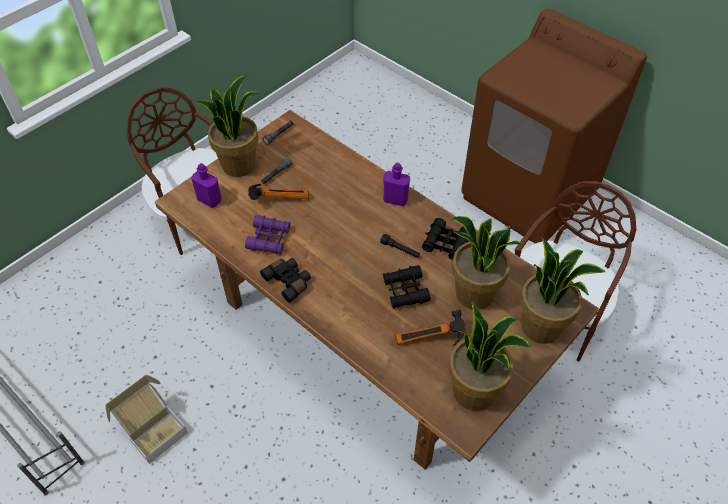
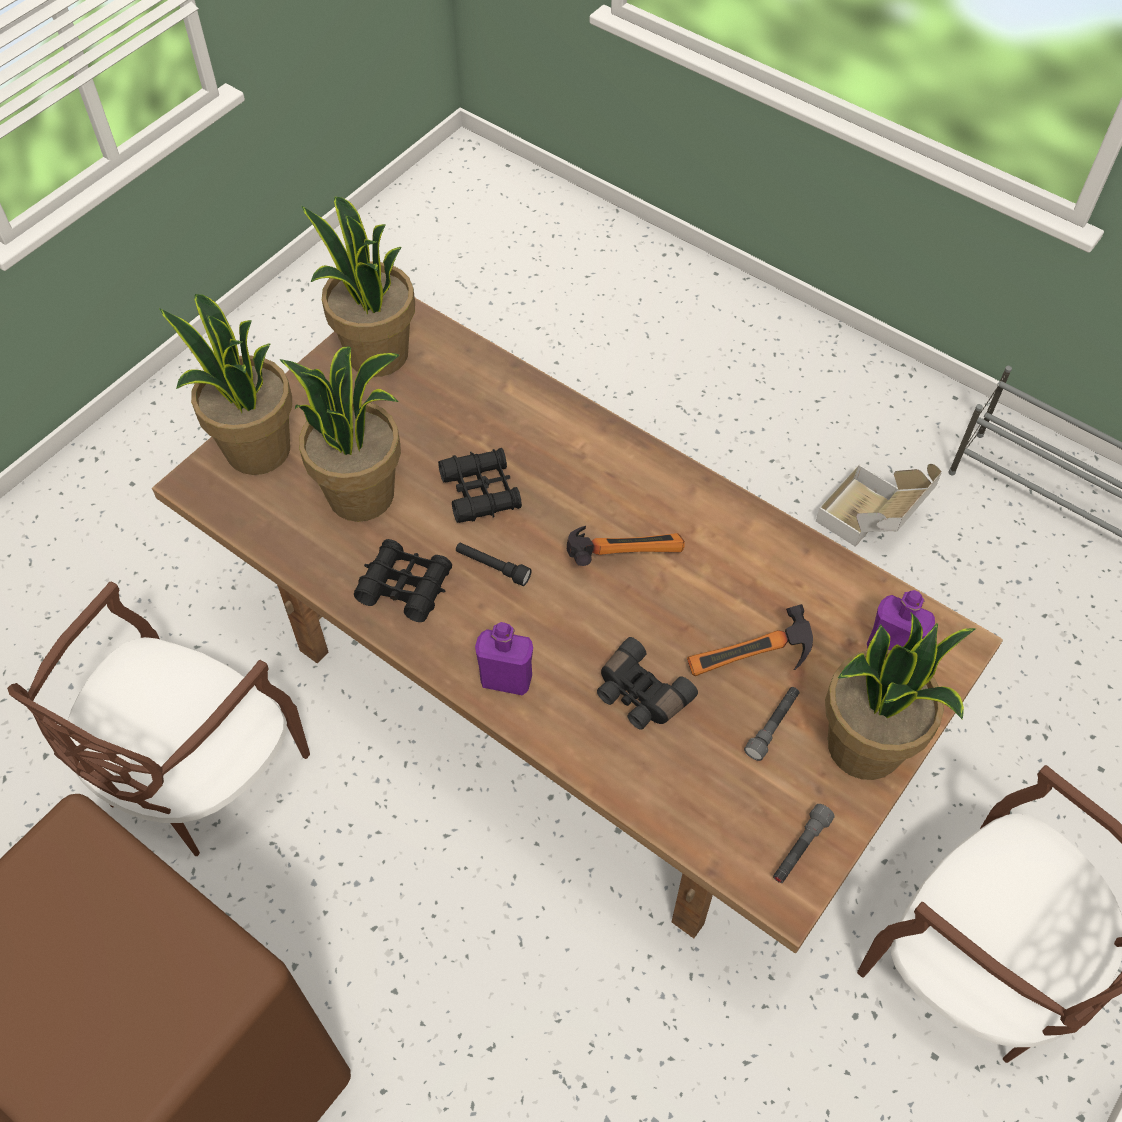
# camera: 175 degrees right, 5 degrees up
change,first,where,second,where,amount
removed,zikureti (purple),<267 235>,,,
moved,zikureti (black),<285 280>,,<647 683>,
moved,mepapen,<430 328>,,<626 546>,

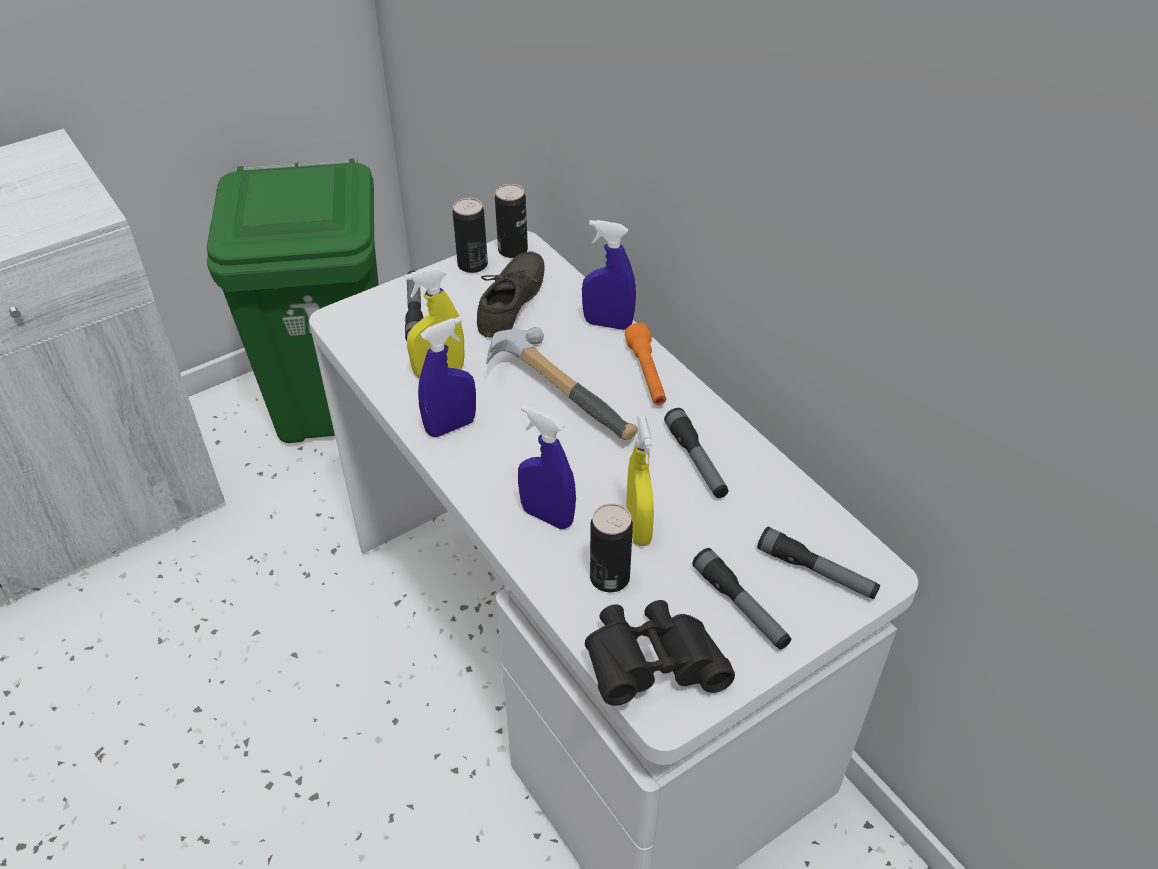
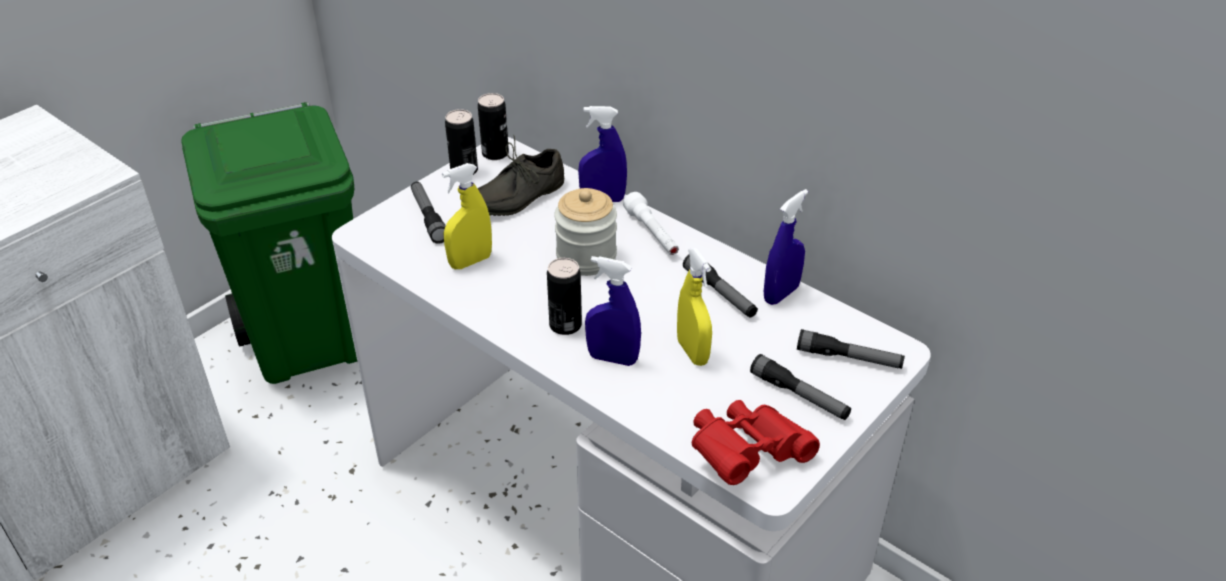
# camera: 15 degrees left, 5 degrees down
change,first,where,second,where,amount
moved,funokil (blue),<447 377>,,<786 247>,
moved,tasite,<611 547>,,<564 296>,
replaced,mepapen,<562 383>,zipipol,<585 232>,
recoloured,zikureti (black),<660 653>,zikureti (red),<756 442>,
recoloured,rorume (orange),<645 364>,rorume (white),<651 223>,
turned,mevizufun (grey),<511 295>,,<521 176>,135 degrees counterclockwise

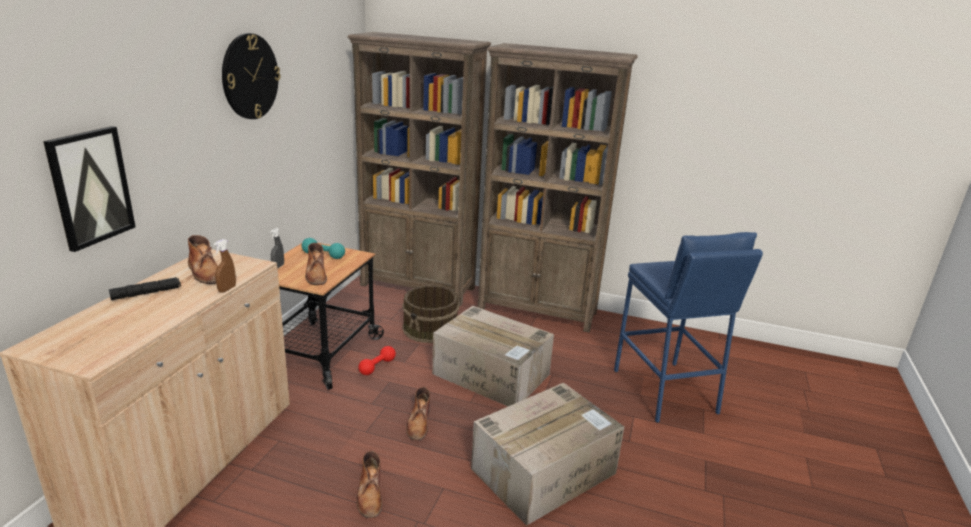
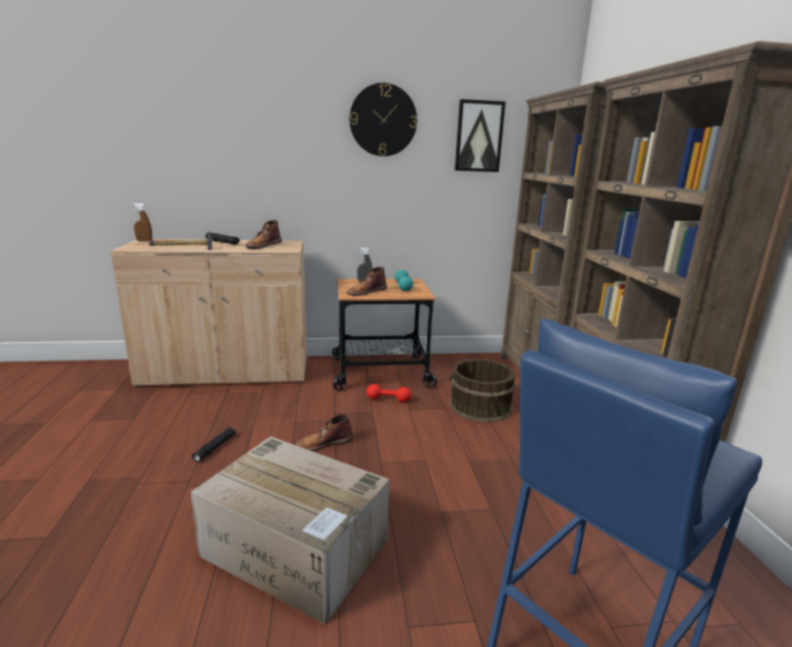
# camera: 65 degrees right, 5 degrees down
change,first,where,second,where,amount
removed,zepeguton,<493 356>,,,
added,,,mepapen,<180 240>,
moved,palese,<89 189>,,<480 135>,
moved,funokil (brown),<224 266>,,<142 222>,
replaced,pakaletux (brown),<369 484>,rorume (black),<214 444>,

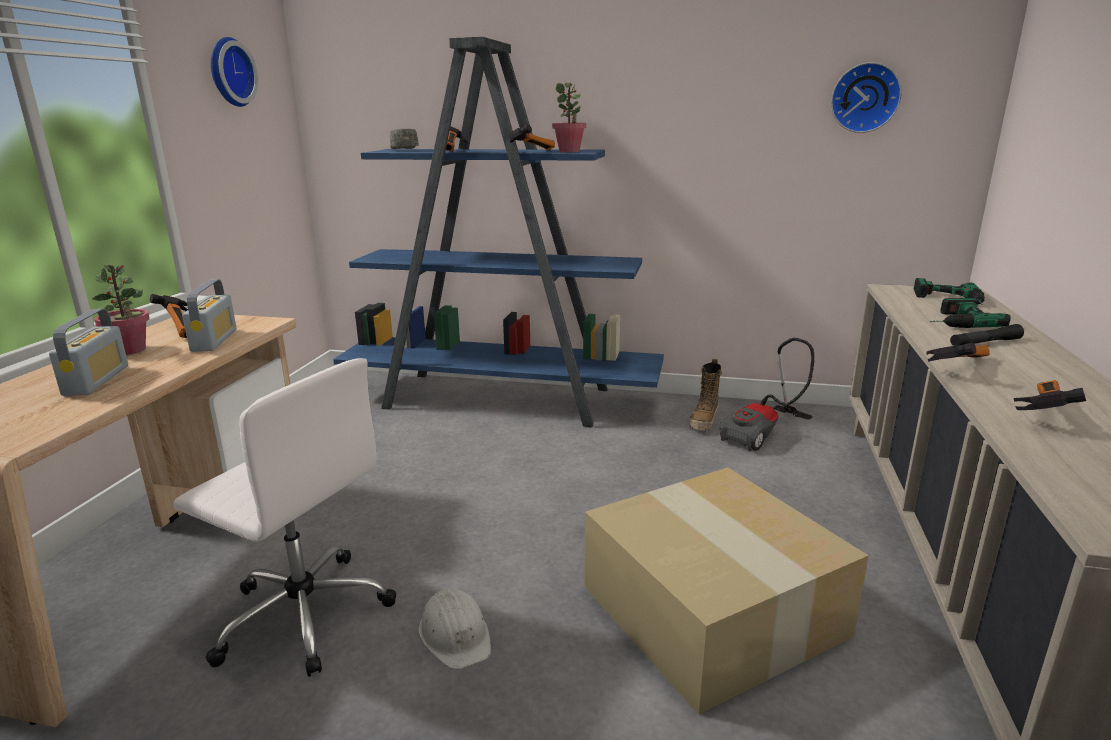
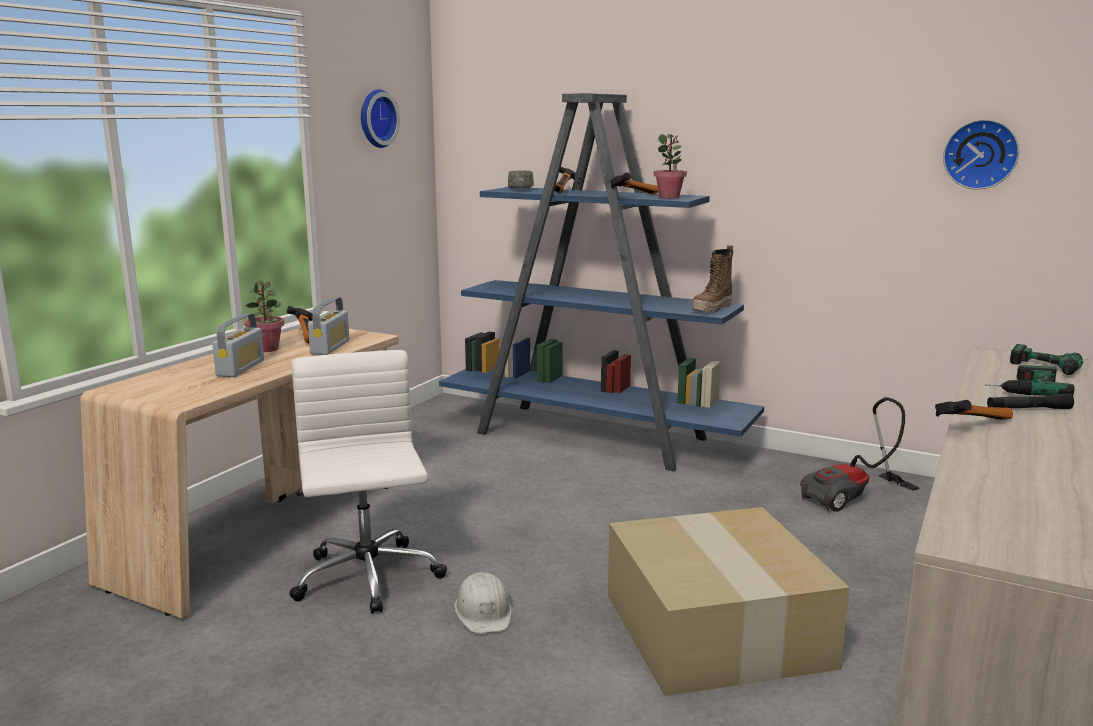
# camera: 15 degrees right, 5 degrees down
change,first,where,second,where,amount
removed,mepapen,<1050 395>,,,
moved,pakaletux,<705 395>,,<713 279>,
turned,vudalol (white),<285 517>,,<368 482>,150 degrees counterclockwise

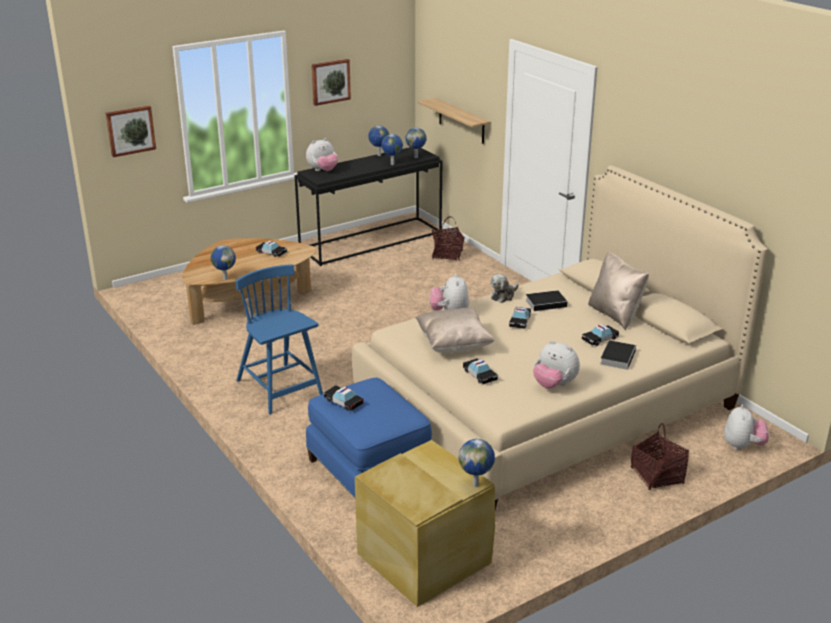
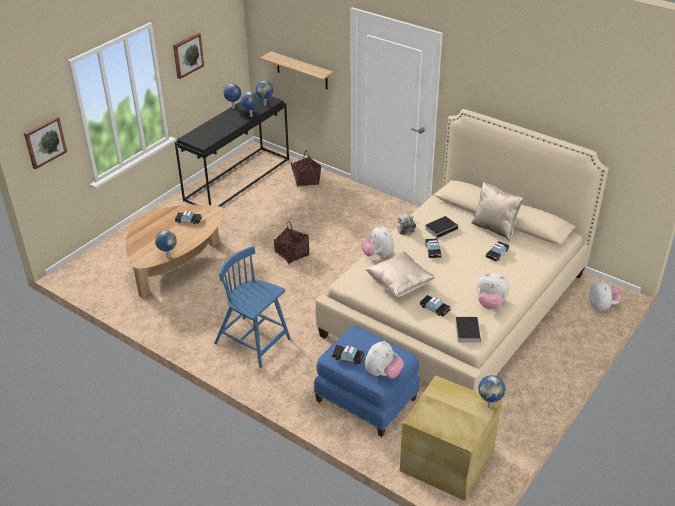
# camera: 20 degrees left, 10 degrees up
change,first,where,second,where,amount
moved,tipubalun,<322 154>,,<384 359>,
moved,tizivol,<618 355>,,<468 330>,
moved,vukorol,<660 456>,,<291 242>,

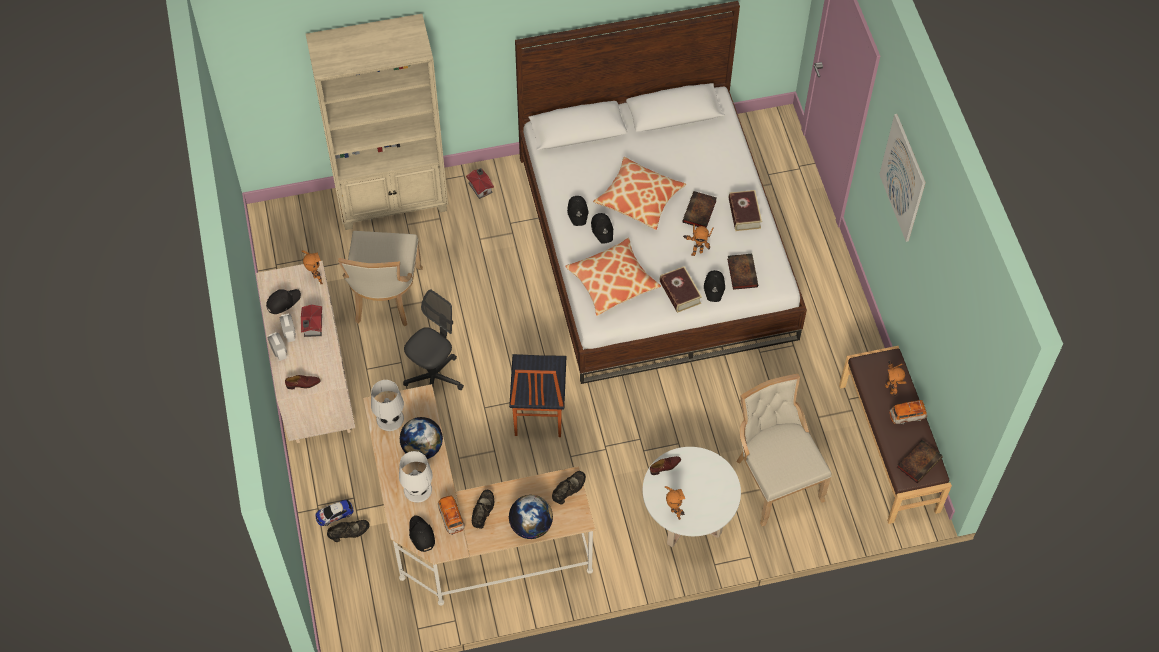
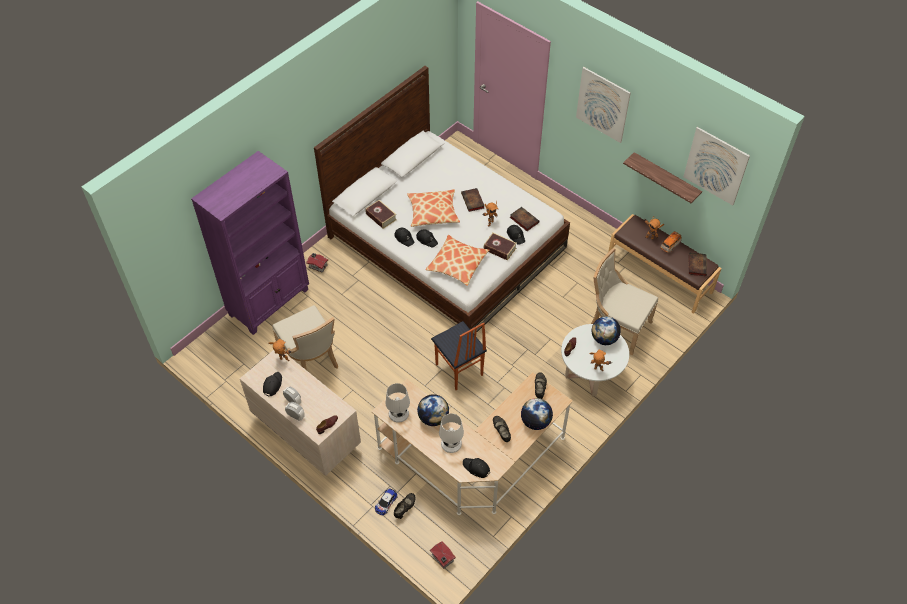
# camera: 35 degrees left, 5 degrees down
change,first,where,second,where,amount
removed,vudalol (grey),<433 339>,,,
removed,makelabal,<451 515>,,,
added,,,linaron,<606 330>,
added,,,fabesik,<662 177>,
added,,,palese,<716 166>,
moved,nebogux,<311 320>,,<443 555>,
moved,tizivol,<745 210>,,<381 214>,
recoloured,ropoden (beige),<377 122>,ropoden (purple),<250 243>,

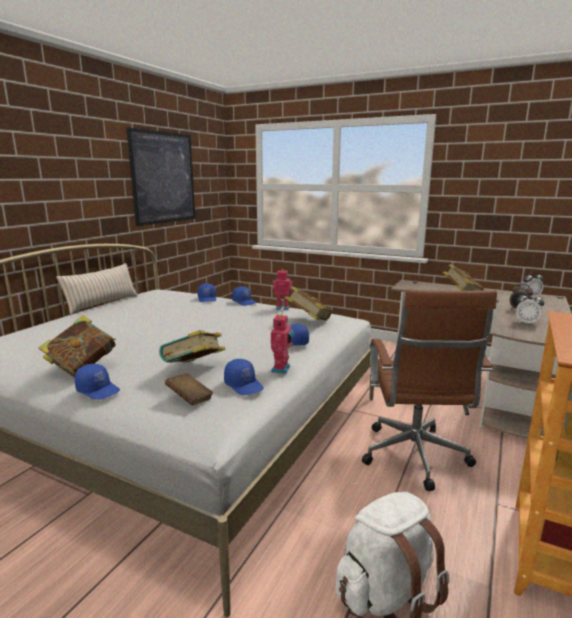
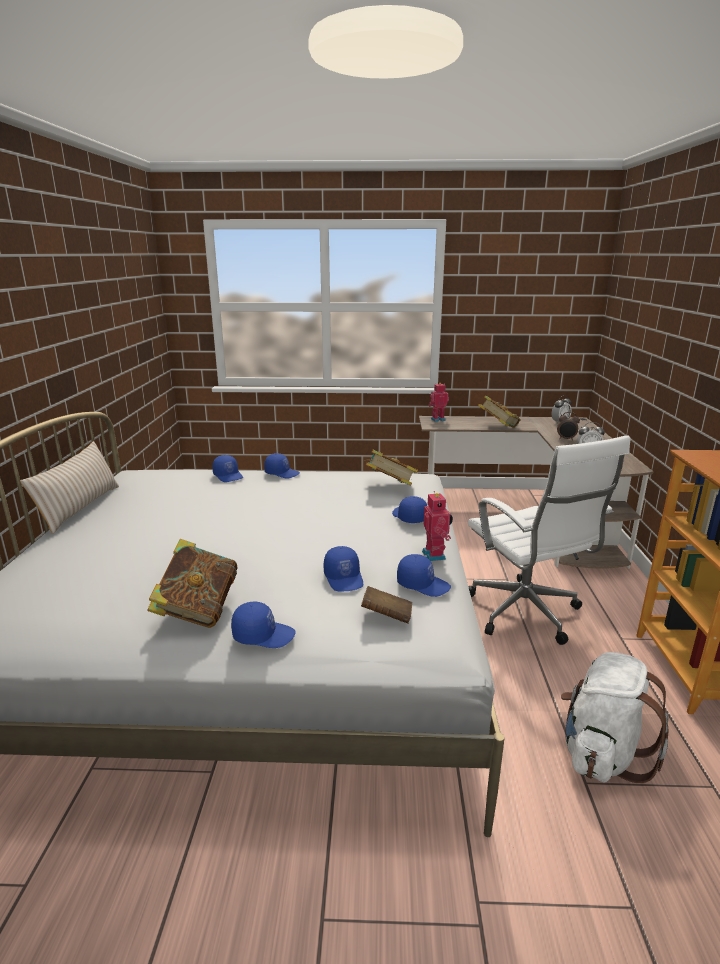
# camera: 25 degrees left, 5 degrees up
change,first,where,second,where,amount
removed,palese,<161 176>,,,
moved,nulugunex,<282 289>,,<439 402>,
replaced,tizivol,<192 346>,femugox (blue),<343 568>,
recoloured,vudalol (brown),<429 390>,vudalol (white),<549 540>,

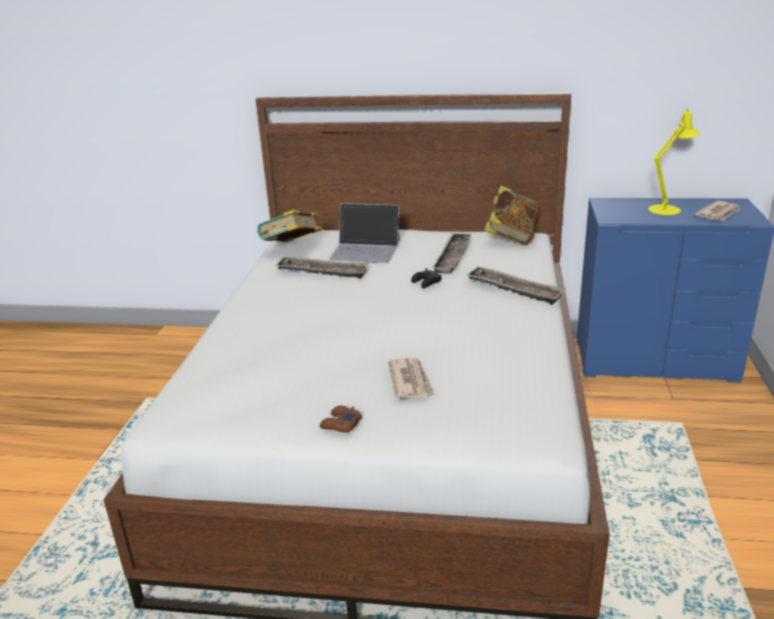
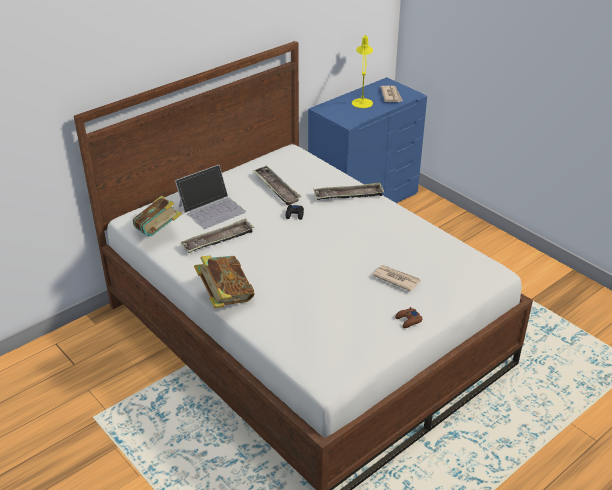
# camera: 50 degrees left, 10 degrees up
change,first,where,second,where,amount
moved,tizivol,<512 215>,,<224 281>,

